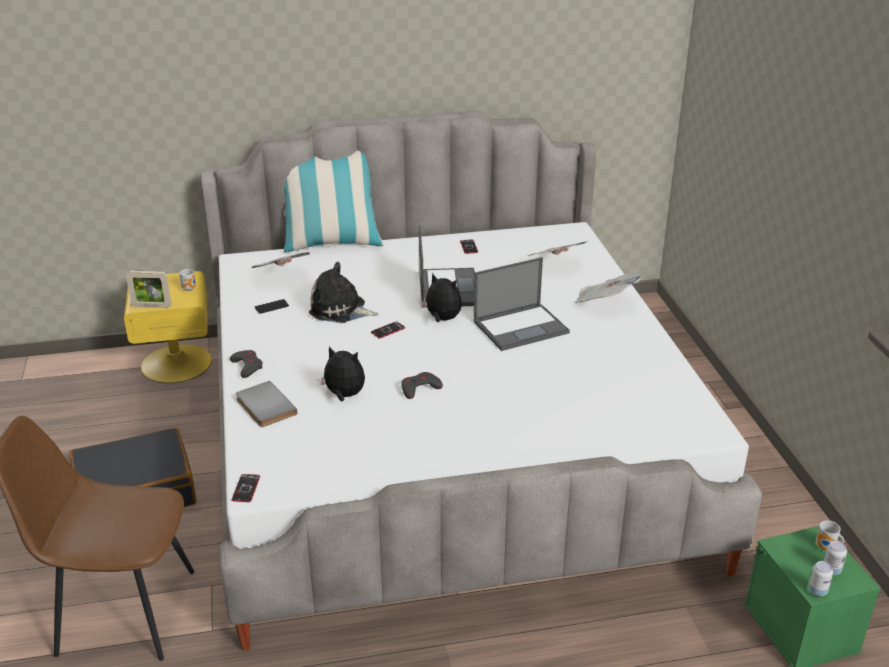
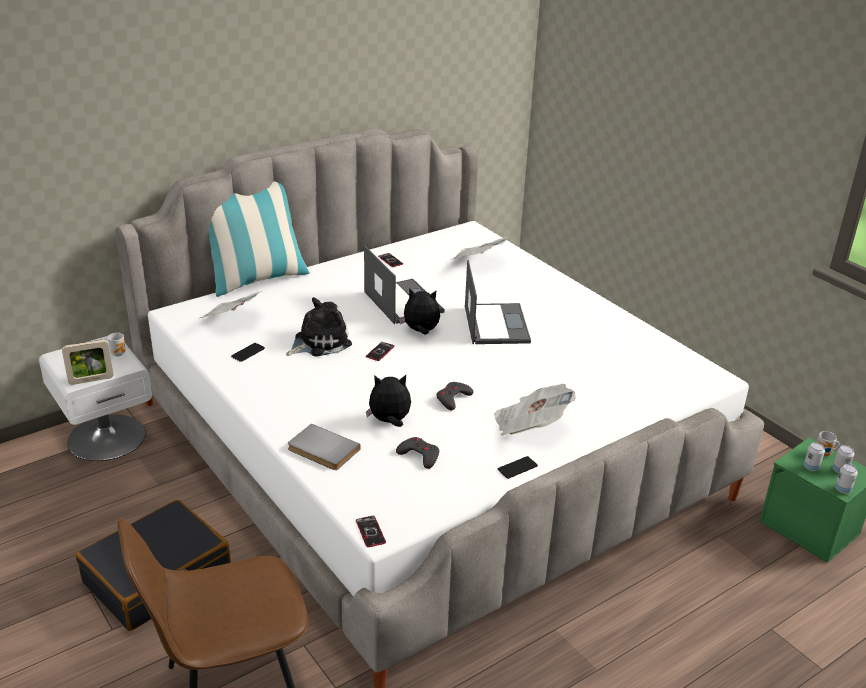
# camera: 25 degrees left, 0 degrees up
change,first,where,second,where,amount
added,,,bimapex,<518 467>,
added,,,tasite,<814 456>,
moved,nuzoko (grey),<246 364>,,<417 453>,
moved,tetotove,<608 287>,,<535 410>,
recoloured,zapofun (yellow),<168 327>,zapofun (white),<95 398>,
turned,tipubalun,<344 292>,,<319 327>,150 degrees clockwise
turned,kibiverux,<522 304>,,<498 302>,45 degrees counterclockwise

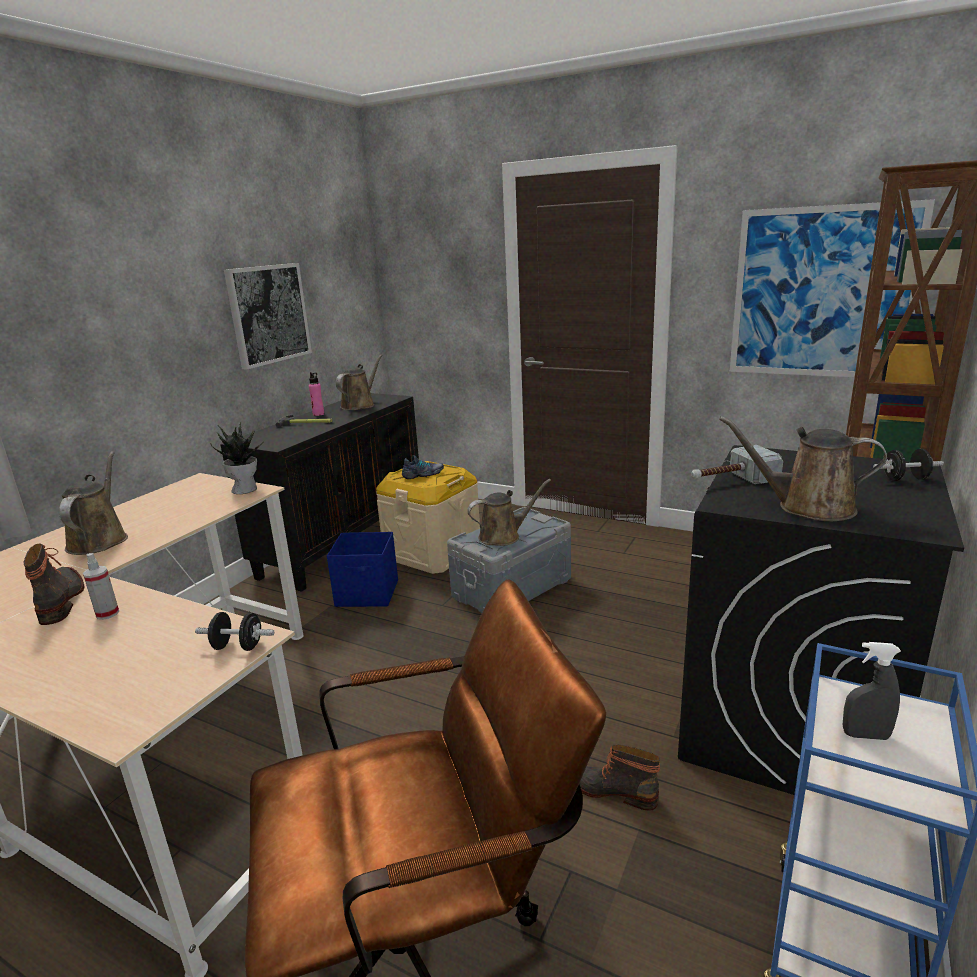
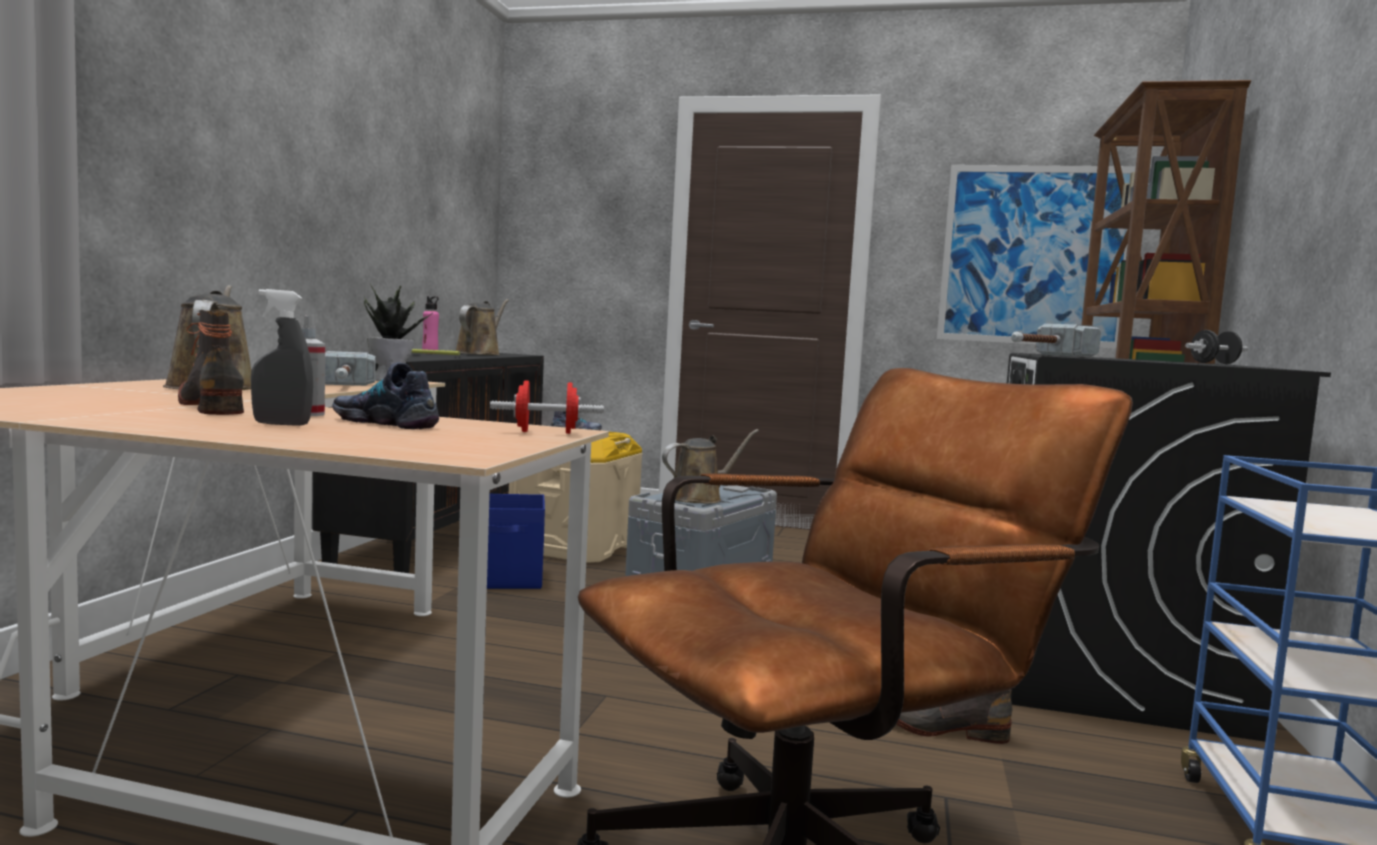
# camera: 15 degrees left, 15 degrees down
change,first,where,second,where,amount
removed,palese,<268 316>,,,
removed,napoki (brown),<803 468>,,,
added,,,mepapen,<350 368>,
added,,,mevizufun,<385 396>,
moved,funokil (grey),<872 691>,,<282 357>,
recoloured,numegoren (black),<234 631>,numegoren (red),<547 407>,

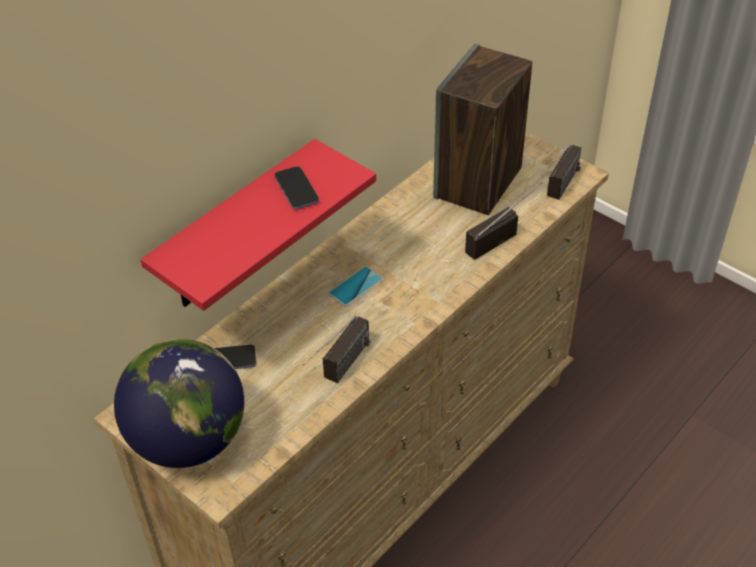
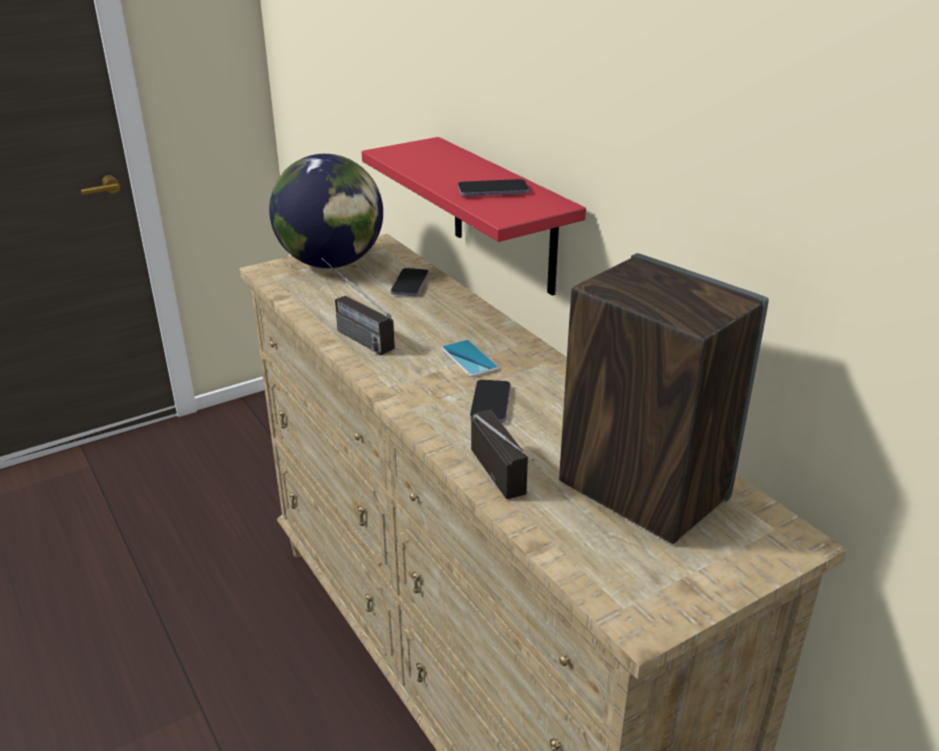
# camera: 105 degrees right, 15 degrees down
change,first,where,second,where,amount
removed,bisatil,<561 172>,,,
added,,,bimapex,<490 401>,

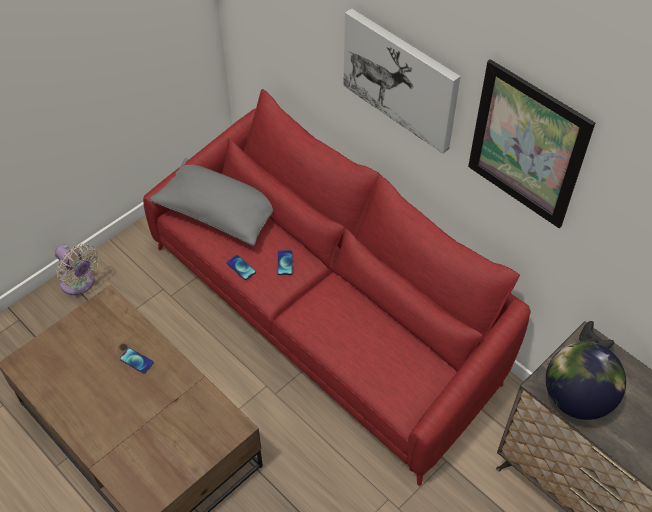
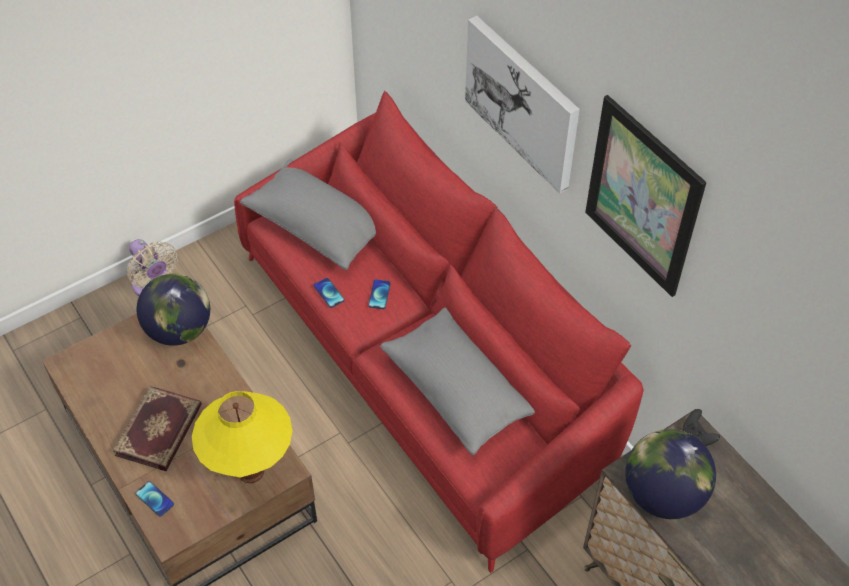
# camera: 10 degrees right, 0 degrees up
change,first,where,second,where,amount
added,,,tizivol,<157 428>,
added,,,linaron,<173 309>,
added,,,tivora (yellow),<242 437>,
added,,,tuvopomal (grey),<457 381>,
moved,bimapex,<137 361>,,<154 499>,

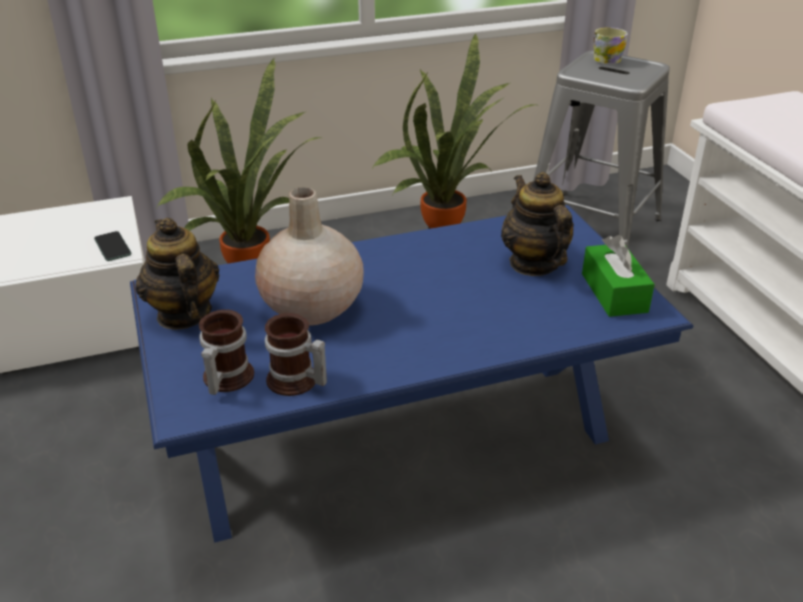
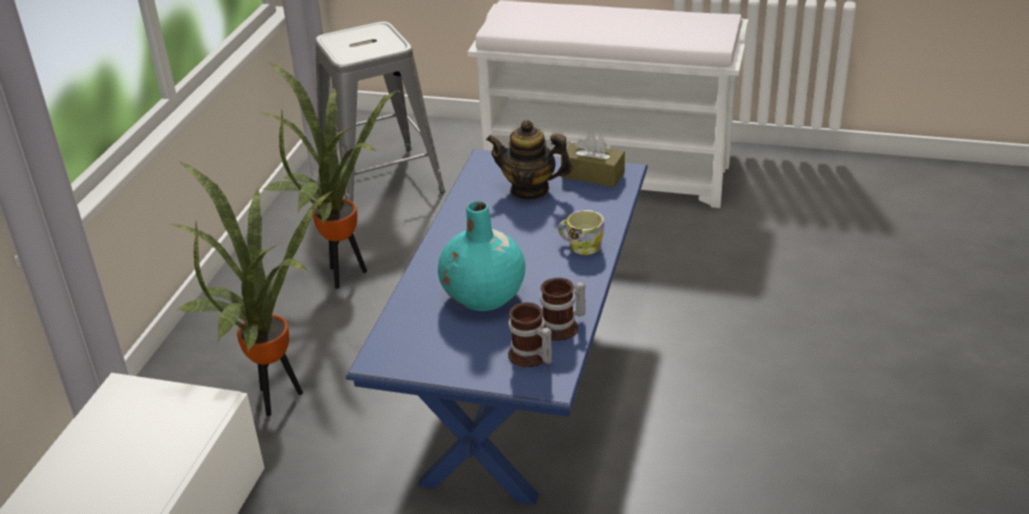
# camera: 55 degrees left, 0 degrees up
change,first,where,second,where,amount
removed,bimapex,<112 246>,,,
removed,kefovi,<177 274>,,,
moved,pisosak,<611 45>,,<581 232>,
recoloured,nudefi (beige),<309 256>,nudefi (turquoise),<482 256>,
recoloured,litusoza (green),<618 276>,litusoza (brown),<593 160>,

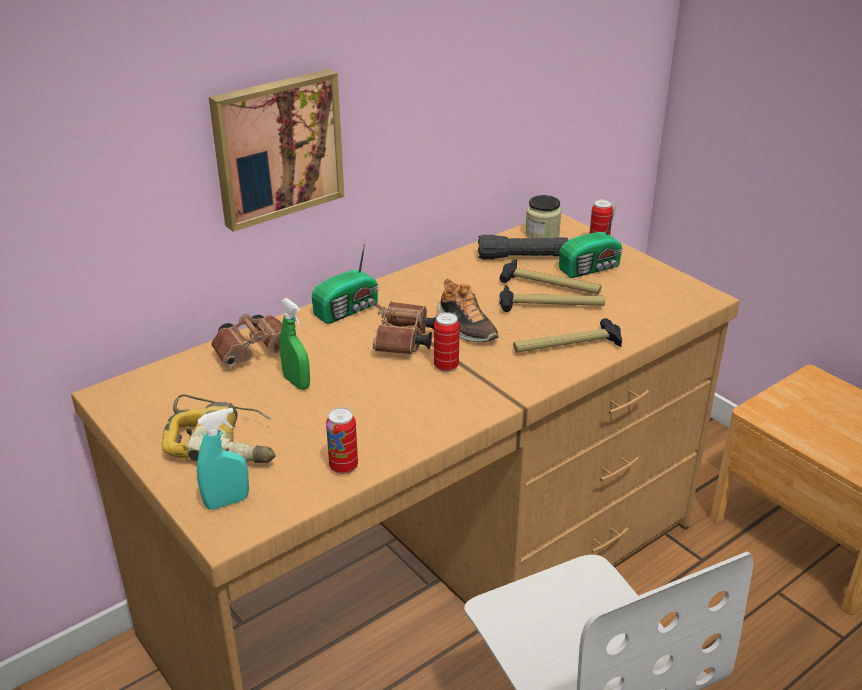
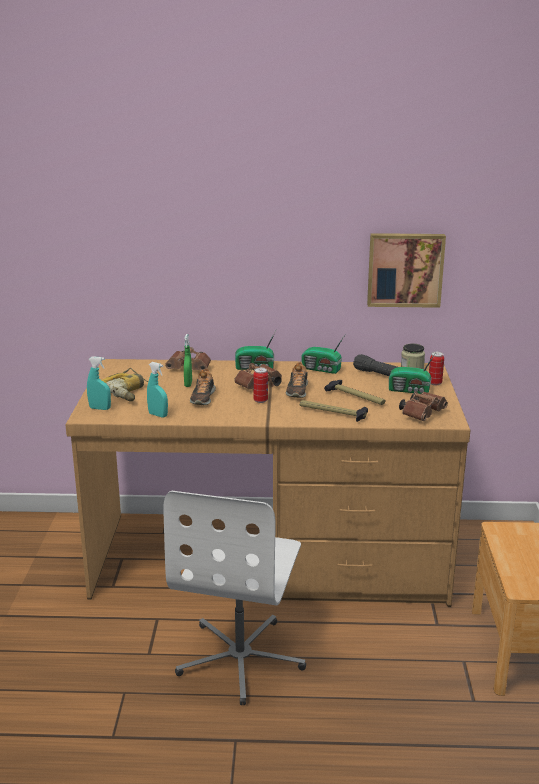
# camera: 40 degrees right, 10 degrees down
change,first,where,second,where,amount
removed,mepapen,<550 276>,,,
added,,,mevizufun,<203 386>,
added,,,bisatil,<323 354>,
added,,,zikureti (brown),<423 406>,
moved,palese,<276 150>,,<406 270>,
replaced,tasite,<342 440>,funokil (turquoise),<157 389>,

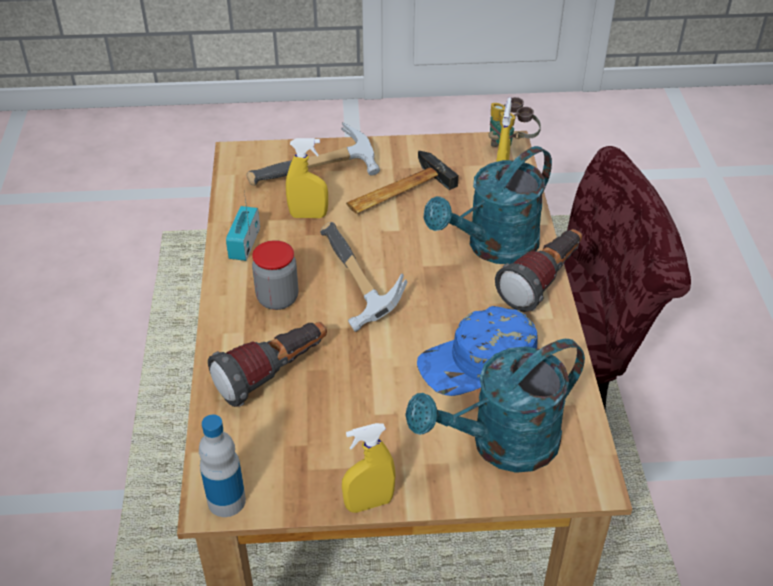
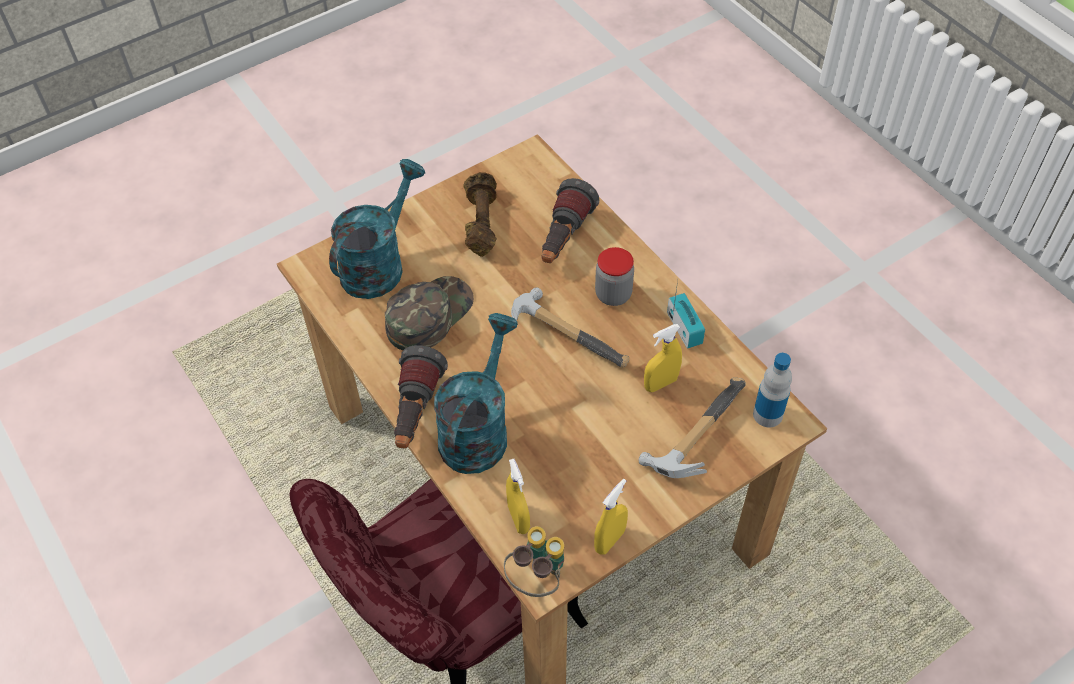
# camera: 150 degrees right, 10 degrees up
change,first,where,second,where,amount
removed,mepapen,<402 182>,,,
added,,,numegoren (brown),<480 214>,
moved,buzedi,<222 466>,,<772 390>,
moved,funokil (yellow),<369 468>,,<611 517>,
recoloured,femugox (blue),<477 351>,femugox (green),<429 313>,

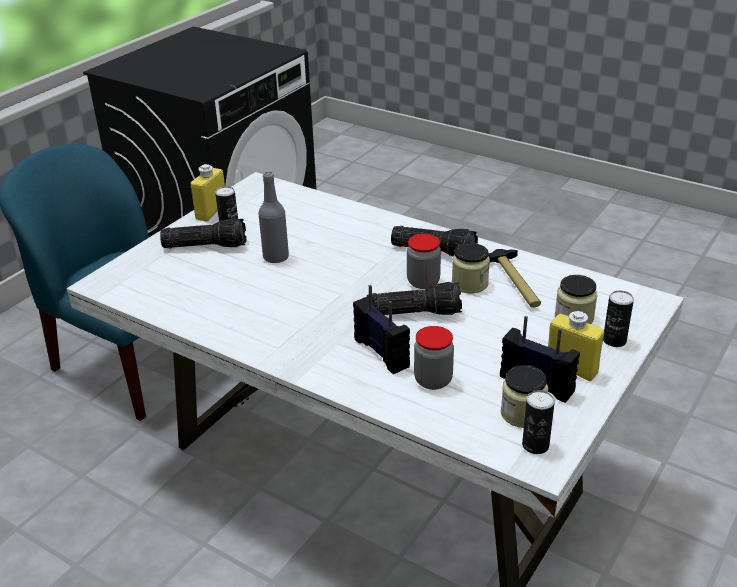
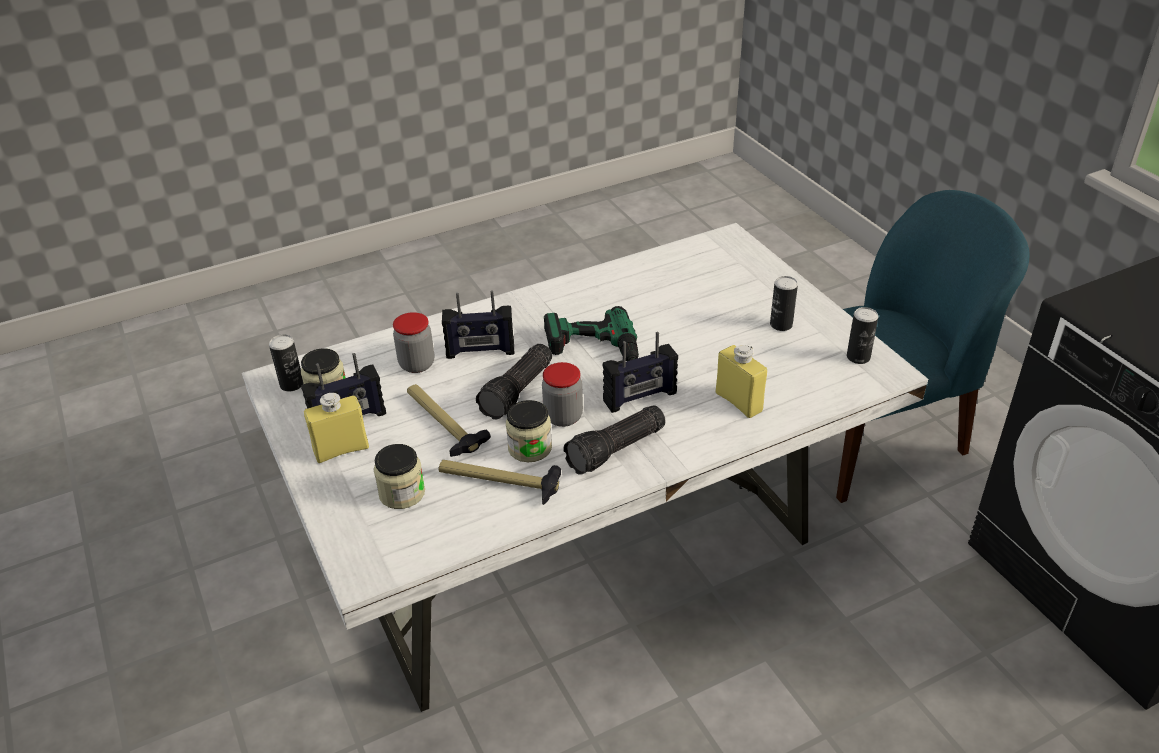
# camera: 120 degrees right, 5 degrees up
change,first,where,second,where,amount
removed,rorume,<203 233>,,,
removed,buzedi (grey),<273 218>,,,
added,,,mepapen,<449 420>,
added,,,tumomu,<591 333>,
added,,,bisatil,<640 372>,
moved,buzedi (yellow),<207 193>,,<741 381>,
moved,tasite,<618 318>,,<862 335>,

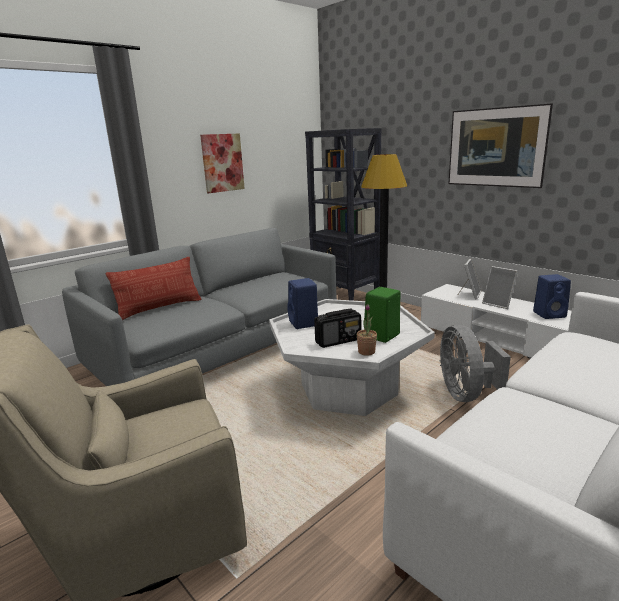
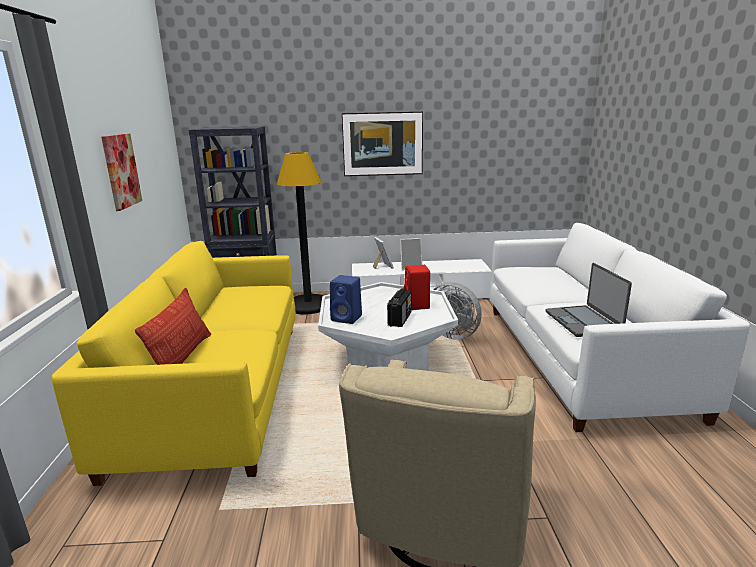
# camera: 50 degrees left, 0 degrees up
change,first,where,second,where,amount
removed,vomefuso,<367 330>,,,
removed,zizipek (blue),<552 296>,,,
added,,,kibiverux,<588 300>,
recoloured,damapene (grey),<199 307>,damapene (yellow),<174 363>,
recoloured,zizipek (green),<382 315>,zizipek (red),<416 287>,

